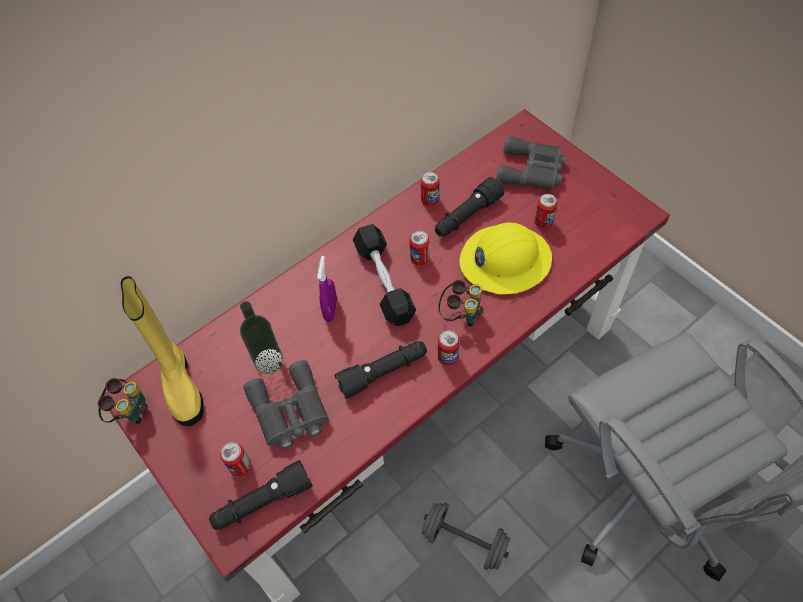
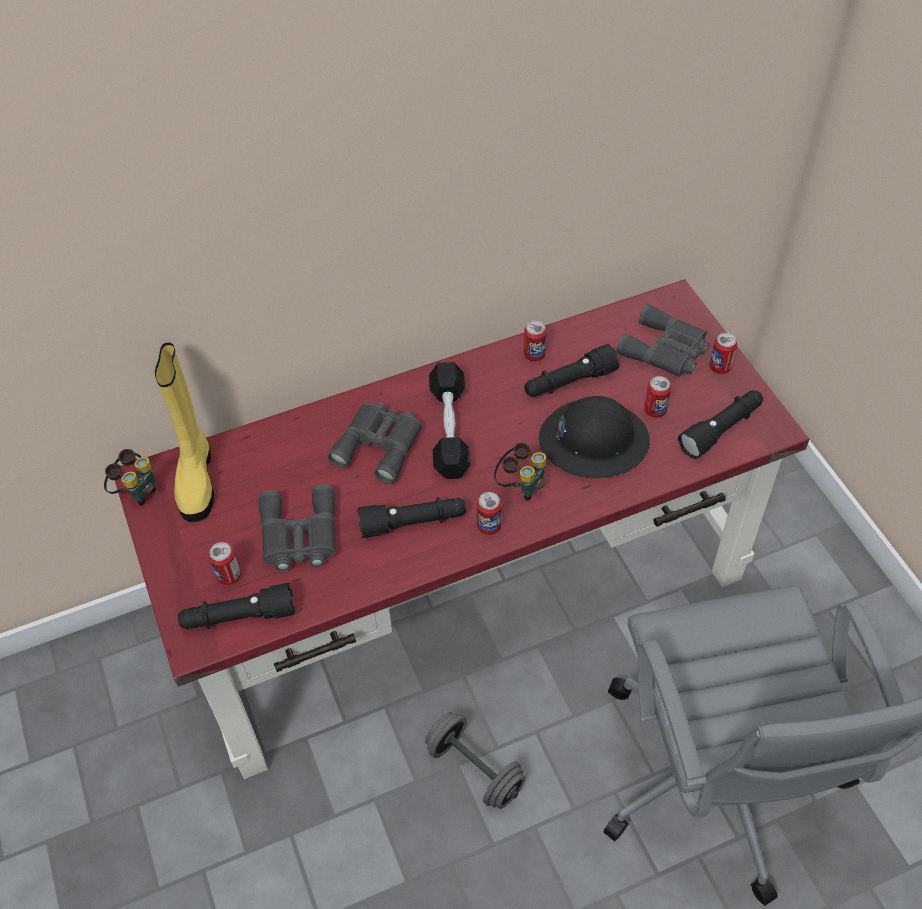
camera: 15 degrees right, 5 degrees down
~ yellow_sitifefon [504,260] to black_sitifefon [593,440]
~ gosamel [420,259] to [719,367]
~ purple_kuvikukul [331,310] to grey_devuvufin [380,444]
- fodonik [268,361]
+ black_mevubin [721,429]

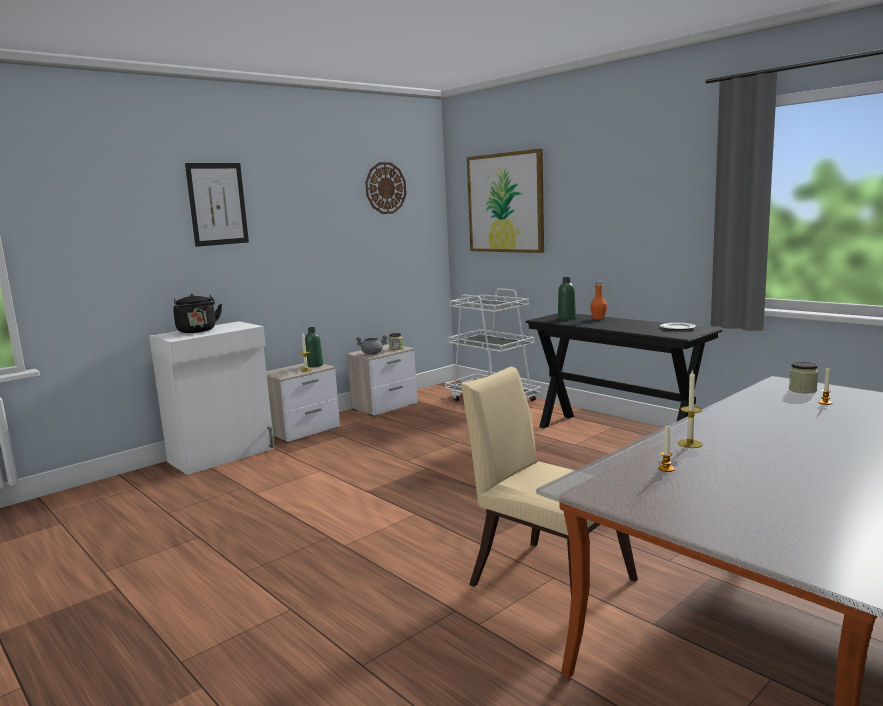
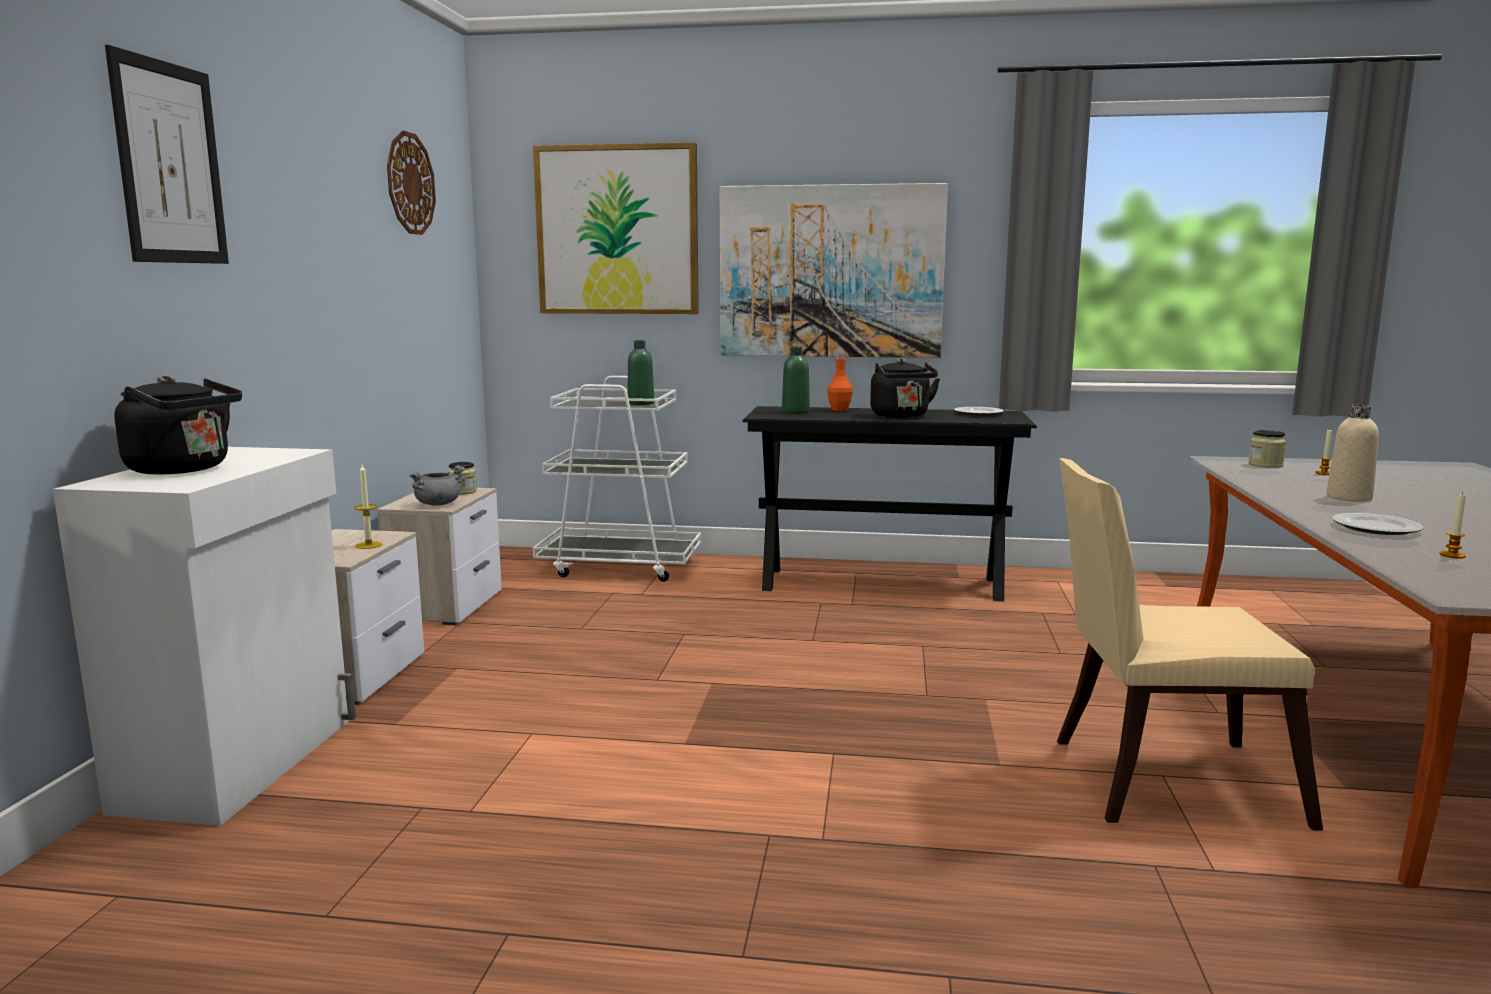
camera: 40 degrees left, 0 degrees up
~ green_fodonik [314,365] to [641,403]
~ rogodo [690,444] to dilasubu [1375,528]
+ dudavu [830,272]
+ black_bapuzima [901,416]
+ beige_fodonik [1349,498]

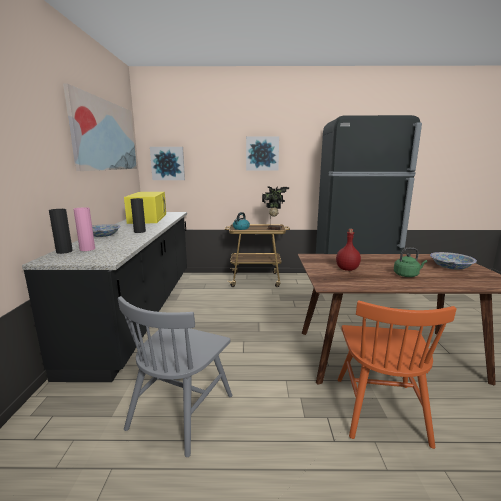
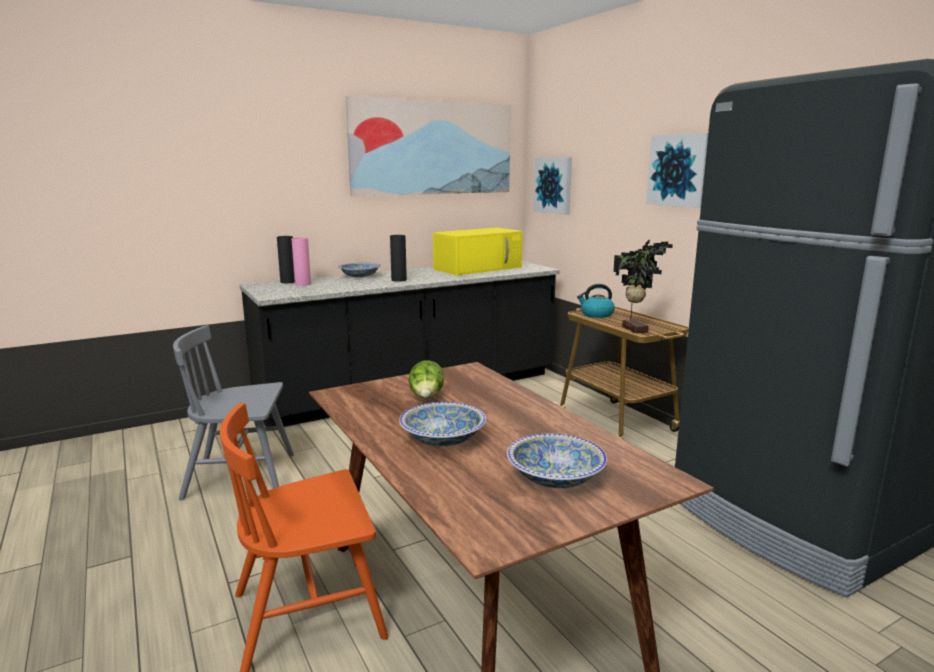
camera: 60 degrees right, 0 degrees up
~ red_fodonik [346,269] to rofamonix [427,397]
~ green_bapuzima [407,275] to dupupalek [443,439]

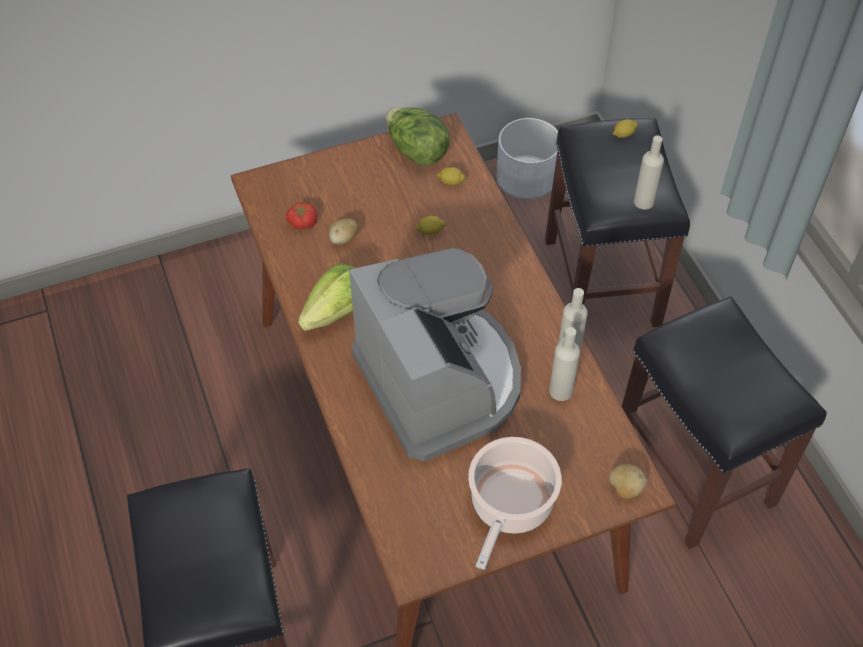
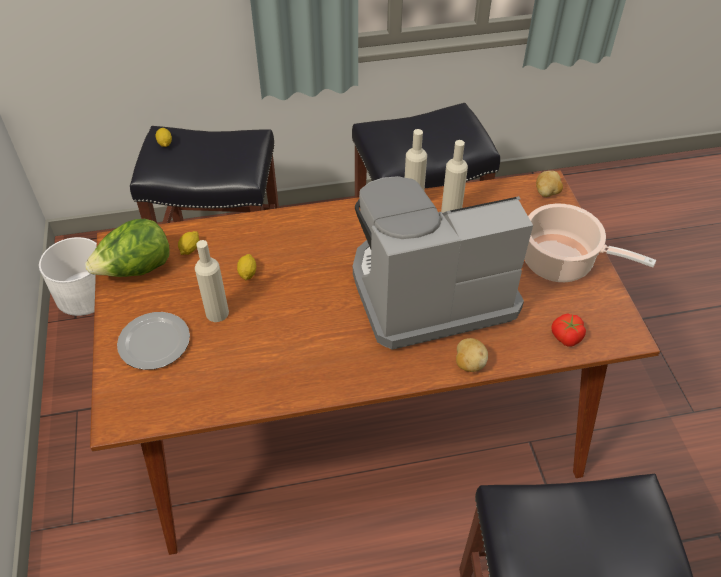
camera: 80 degrees left, 5 degrees down
~ beige_fodonik [643,201] to [217,313]
~ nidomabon [302,222] to [566,336]
~ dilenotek [343,239] to [469,363]
- rofamonix [336,312]
+ dilasubu [155,341]

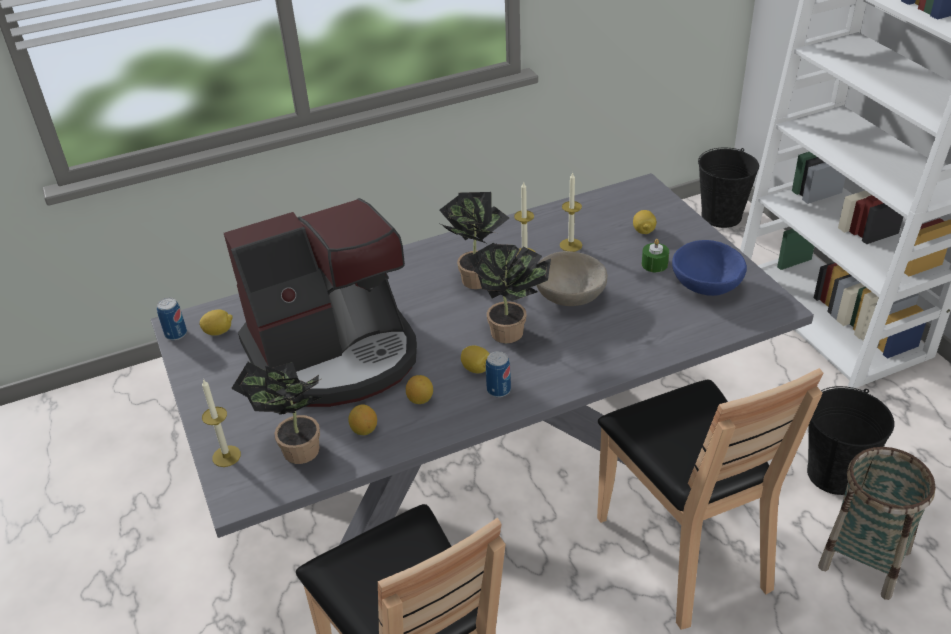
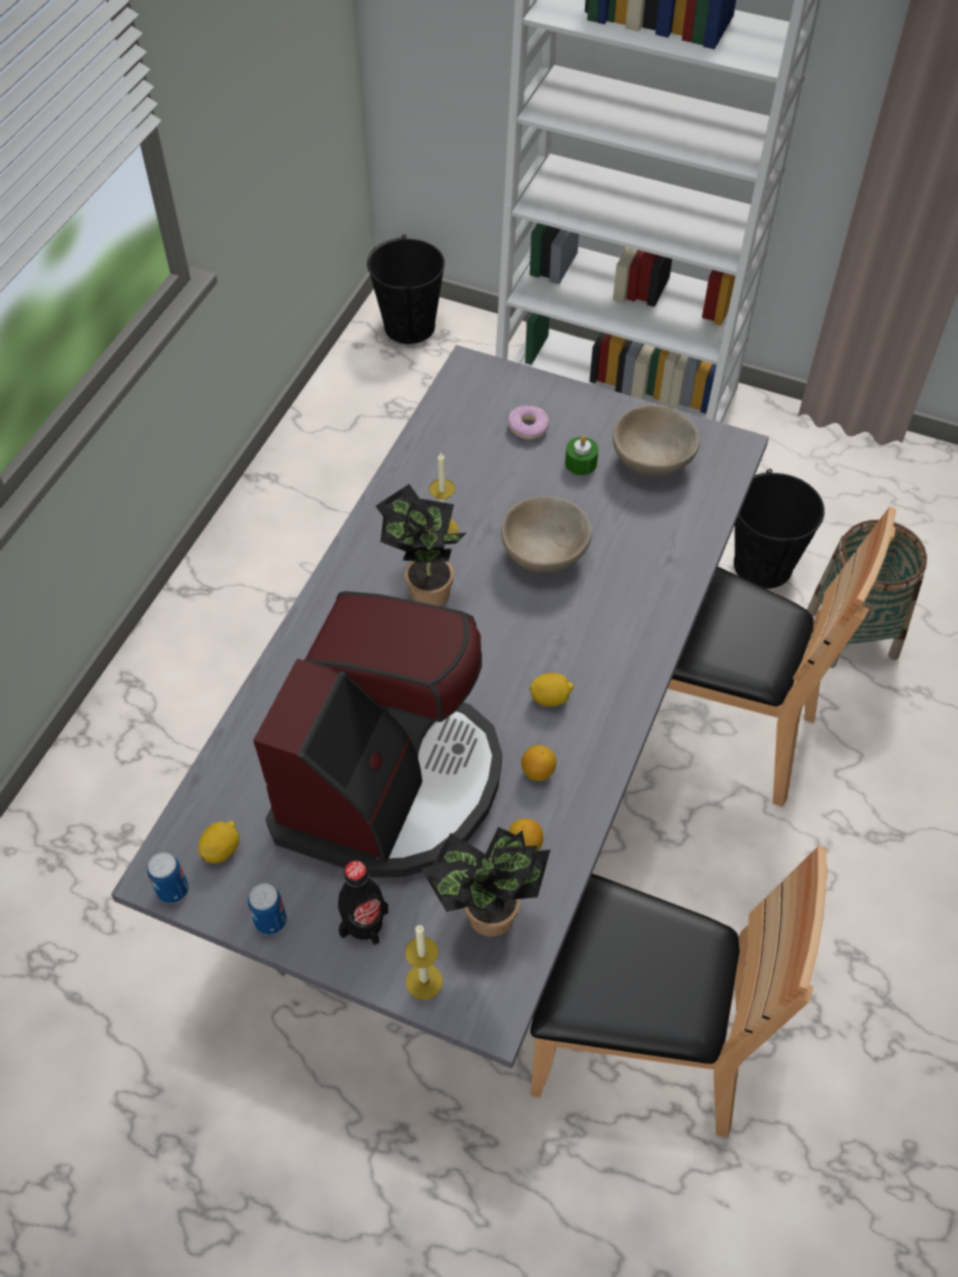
camera: 45 degrees left, 15 degrees up
- rogodo [571,245]
~ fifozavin [643,231] to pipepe [528,427]
~ blue_dupupalek [705,286] to beige_dupupalek [652,461]
- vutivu [512,332]
~ gosamel [498,390] to [270,921]
+ black_fodonik [364,923]

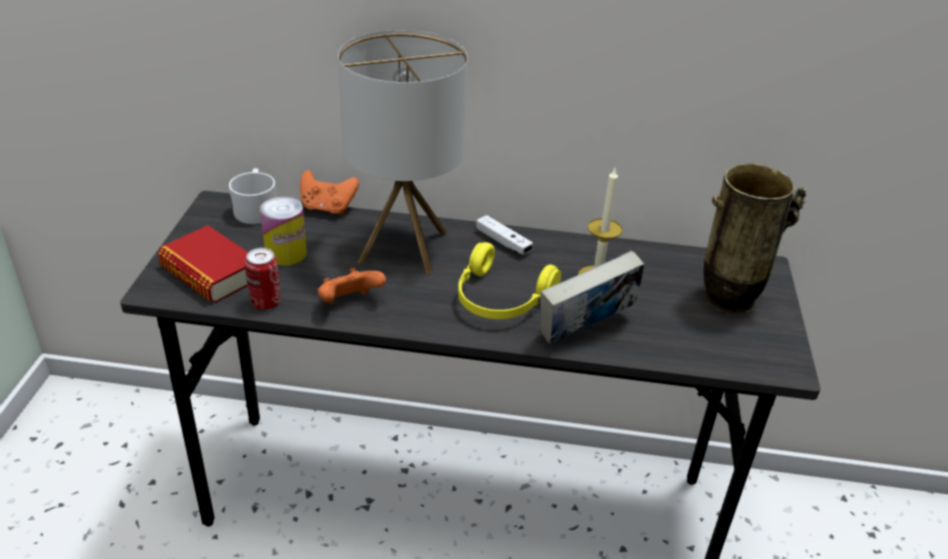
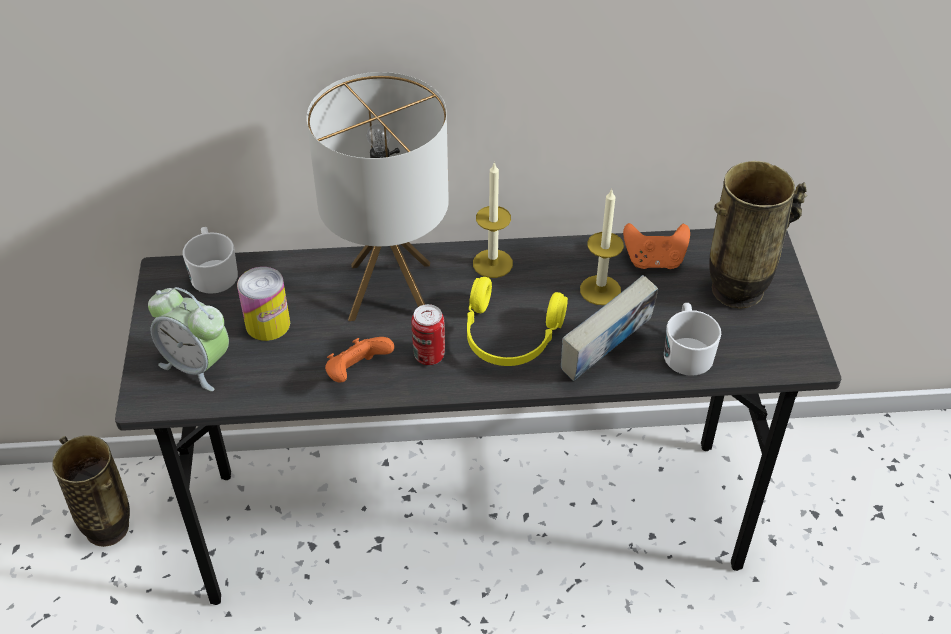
camera: 10 degrees left, 10 degrees up
~ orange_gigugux [328,208] to [654,261]
~ white_gigugux [503,242] to rogodo [492,263]
~ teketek [211,273] to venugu [197,365]
~ gosamel [265,303] to [429,355]
+ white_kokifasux [687,351]
+ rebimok [108,528]

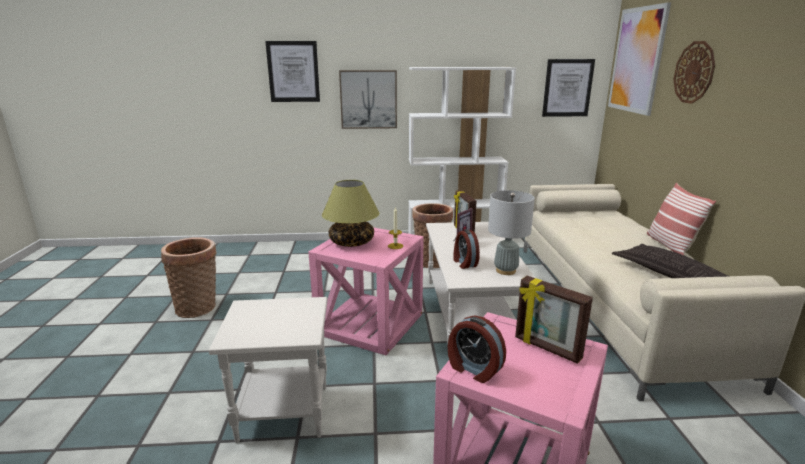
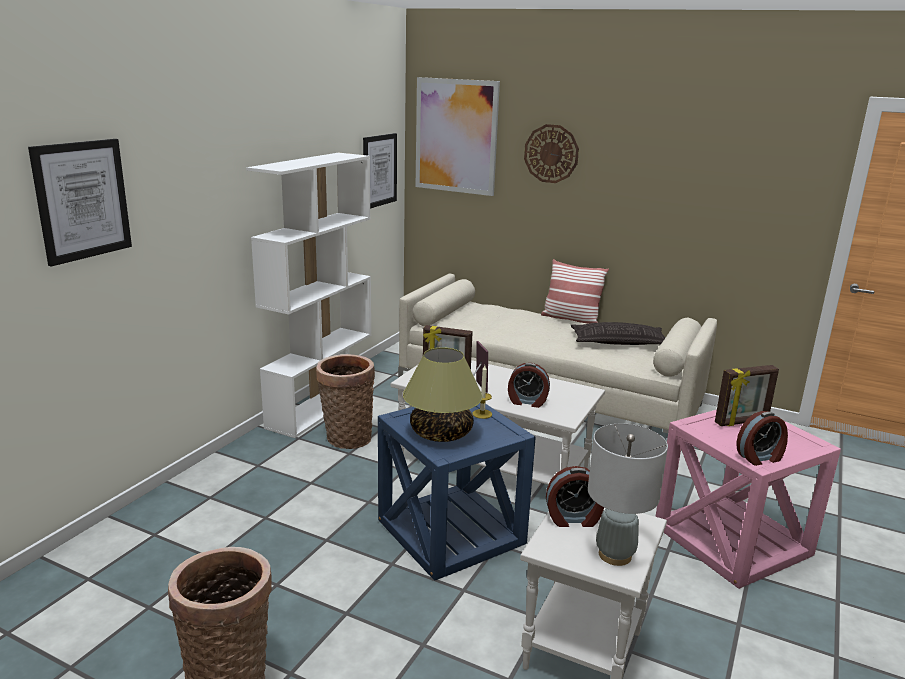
camera: 60 degrees left, 0 degrees up
- dudavu [368,99]
~ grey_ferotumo [506,270] to [615,555]
~ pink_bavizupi [370,324] to blue_bavizupi [451,531]
+ venugu [573,519]

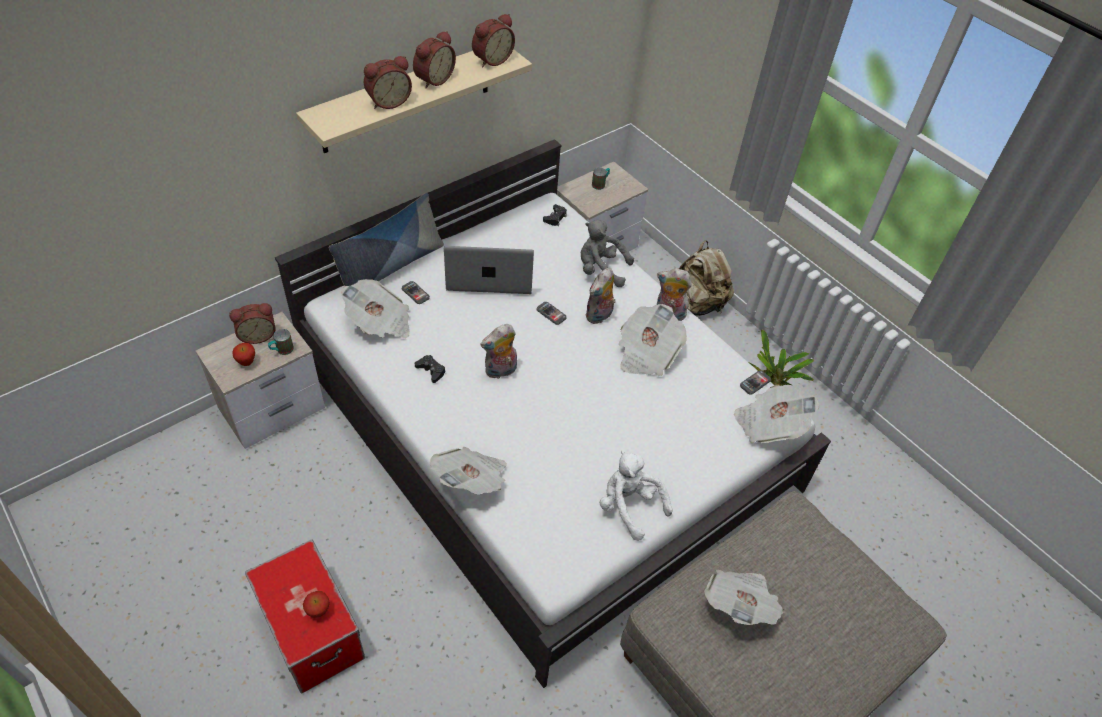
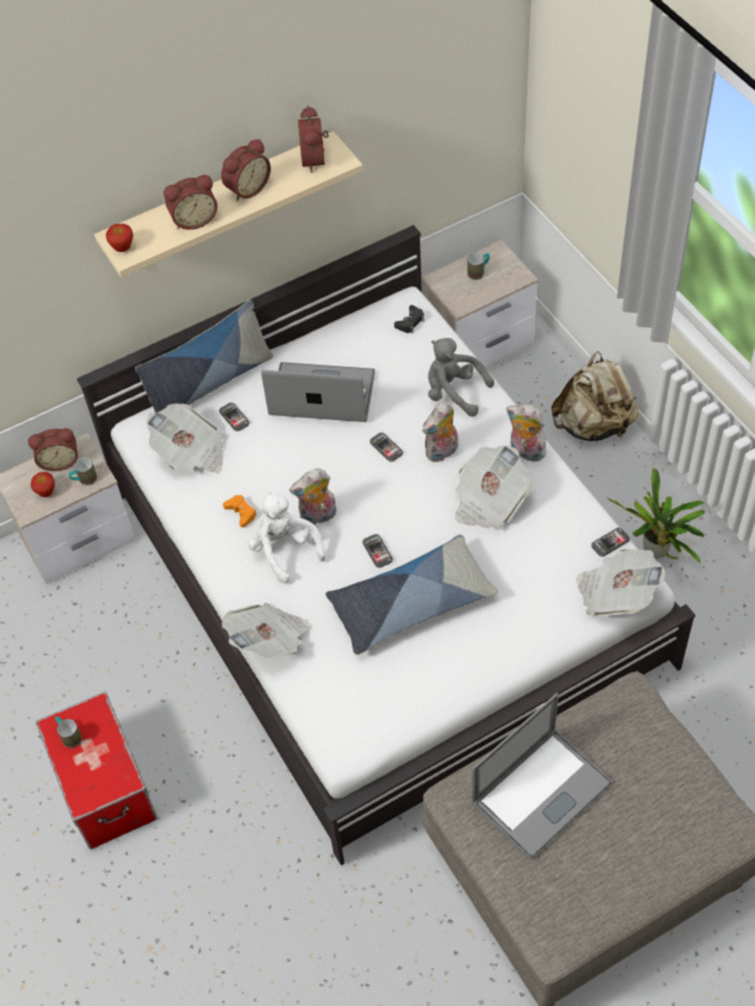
camera: 15 degrees right, 5 degrees up
~ venugu [491,59] = [316,159] 120 degrees clockwise
~ black_gigugux [431,371] to orange_gigugux [241,513]
~ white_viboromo [629,506] to [285,550]
~ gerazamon [740,605] to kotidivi [541,793]
~ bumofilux [319,611] to [123,249]
+ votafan [377,551]
+ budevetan [410,602]
+ kokifasux [69,736]

